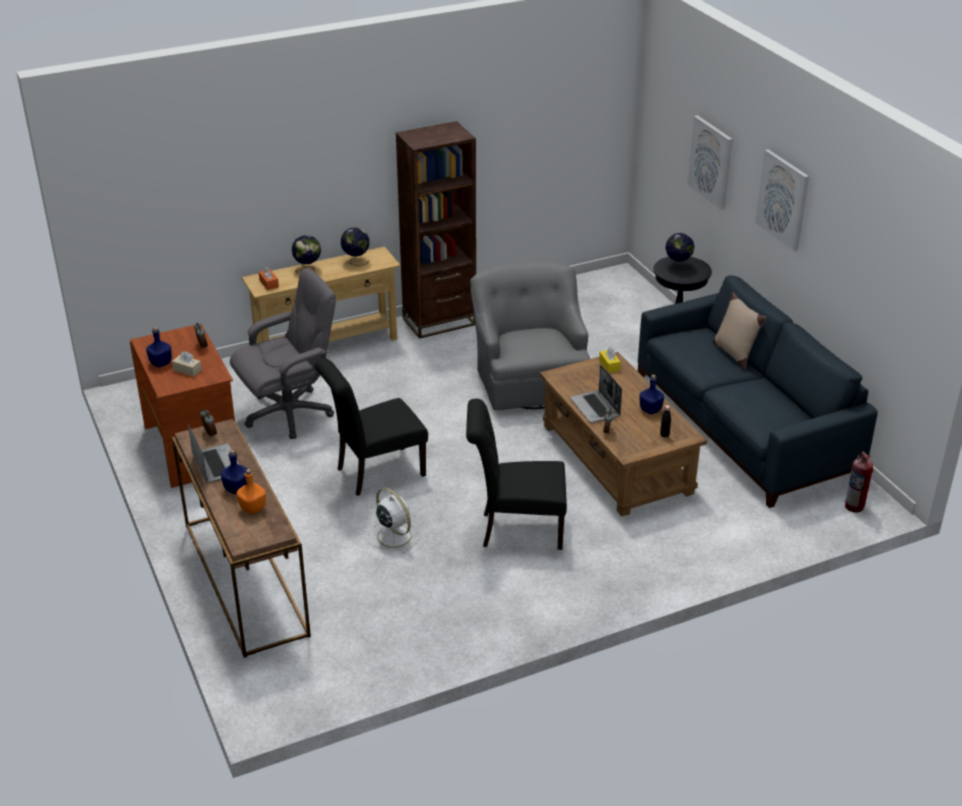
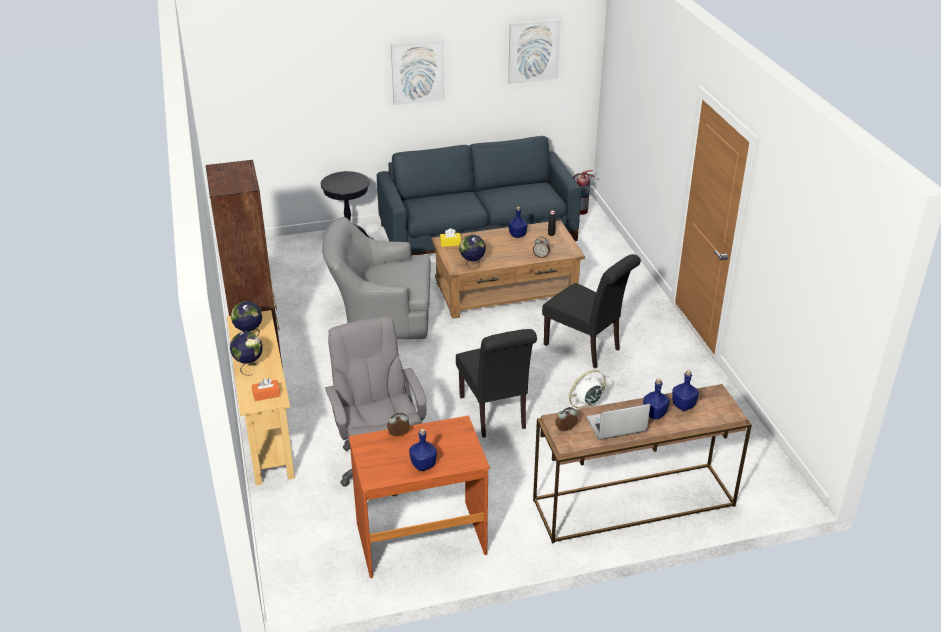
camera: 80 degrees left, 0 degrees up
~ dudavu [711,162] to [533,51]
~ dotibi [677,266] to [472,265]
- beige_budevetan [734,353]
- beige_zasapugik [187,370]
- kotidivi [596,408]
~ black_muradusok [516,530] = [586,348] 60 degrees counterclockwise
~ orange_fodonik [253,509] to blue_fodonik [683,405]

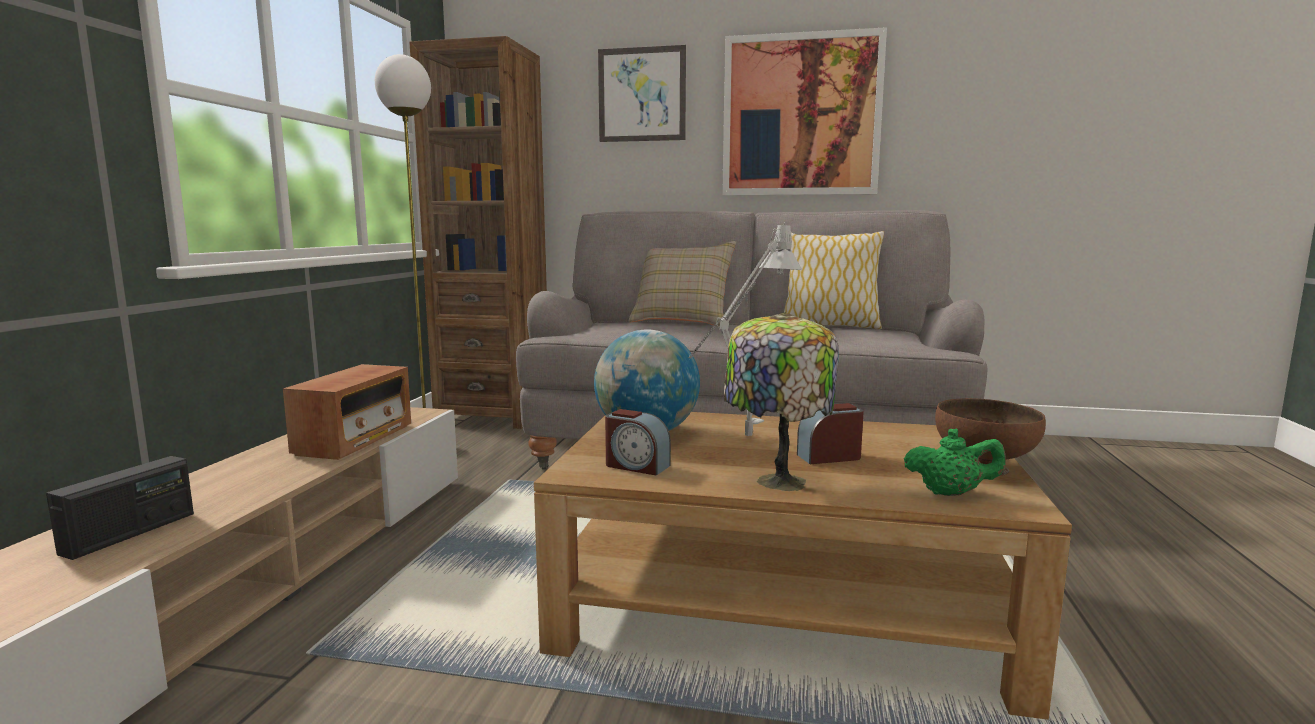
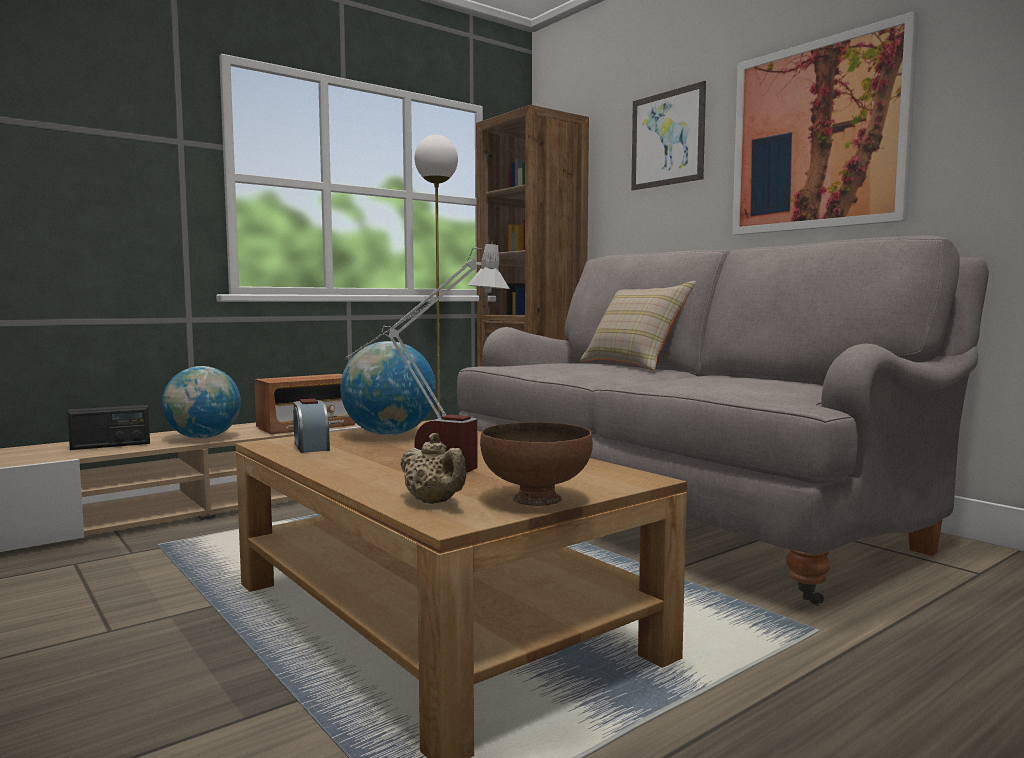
camera: 40 degrees right, 5 degrees down
- budevetan [829,327]
- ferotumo [777,482]
~ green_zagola [951,493] to beige_zagola [434,502]
+ dotibi [203,438]

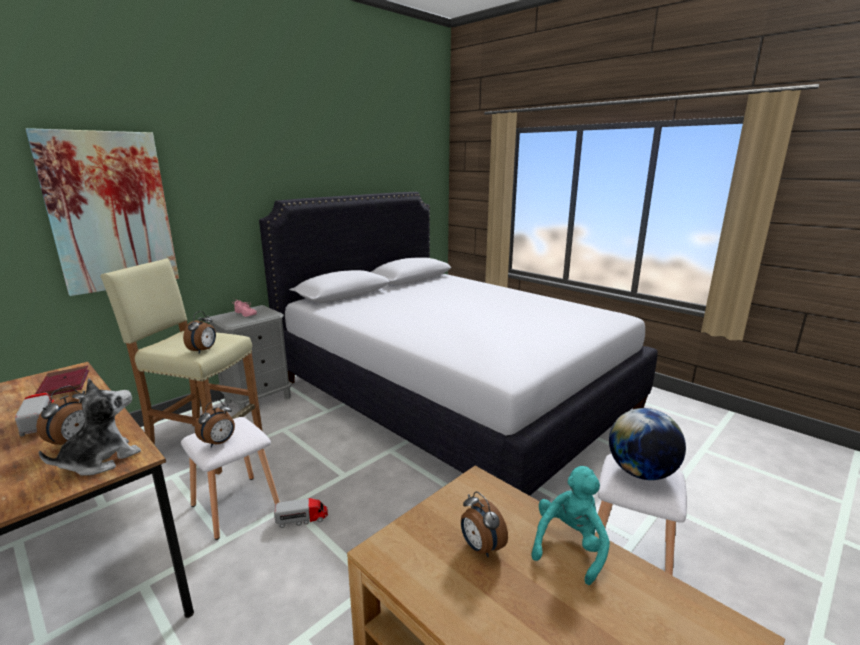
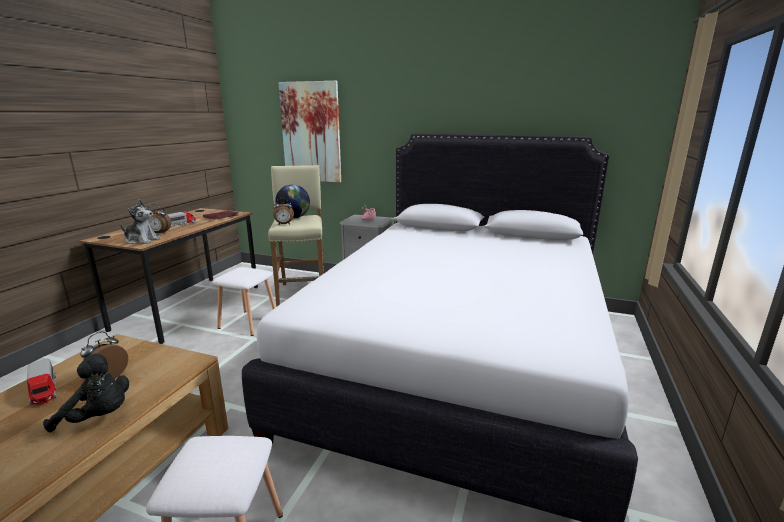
camera: 65 degrees right, 0 degrees up
- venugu [219,442]
~ dotibi [641,472] to [294,218]
~ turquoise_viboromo [569,546] to black_viboromo [98,417]
~ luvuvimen [302,519] to [44,391]

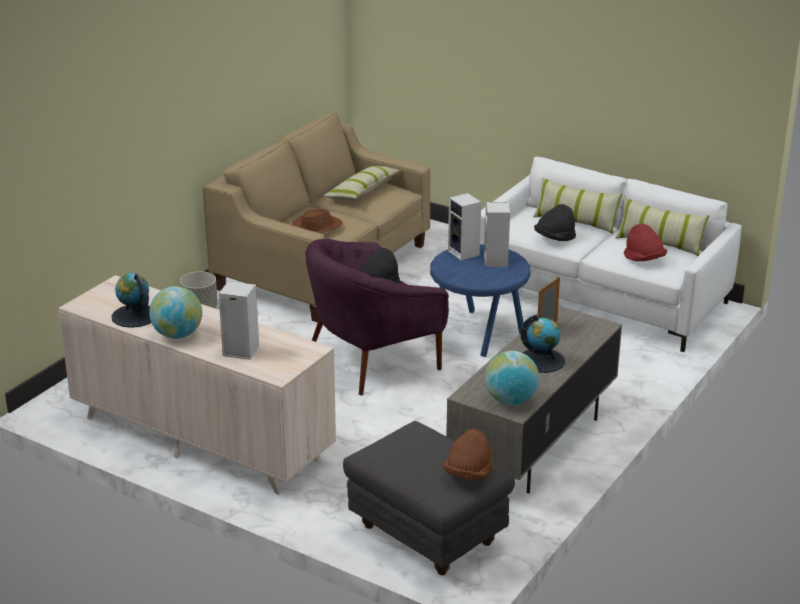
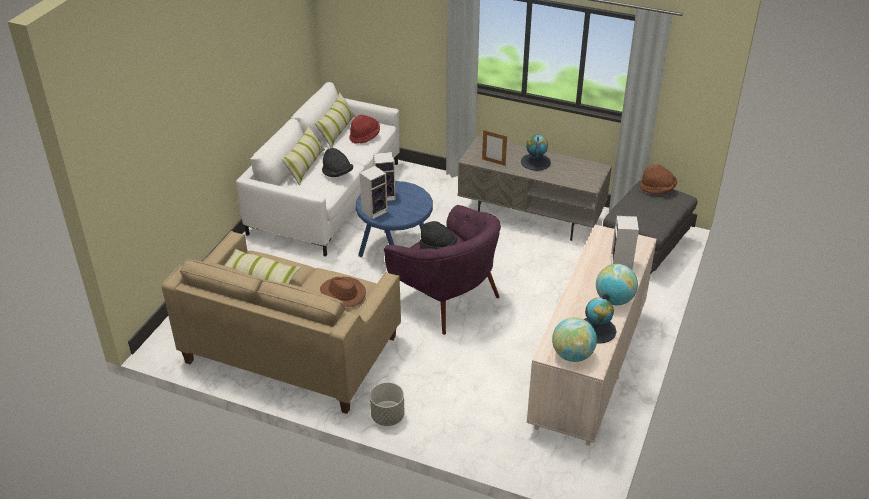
camera: 100 degrees left, 10 degrees up
~ dotibi [510,400] to [572,355]

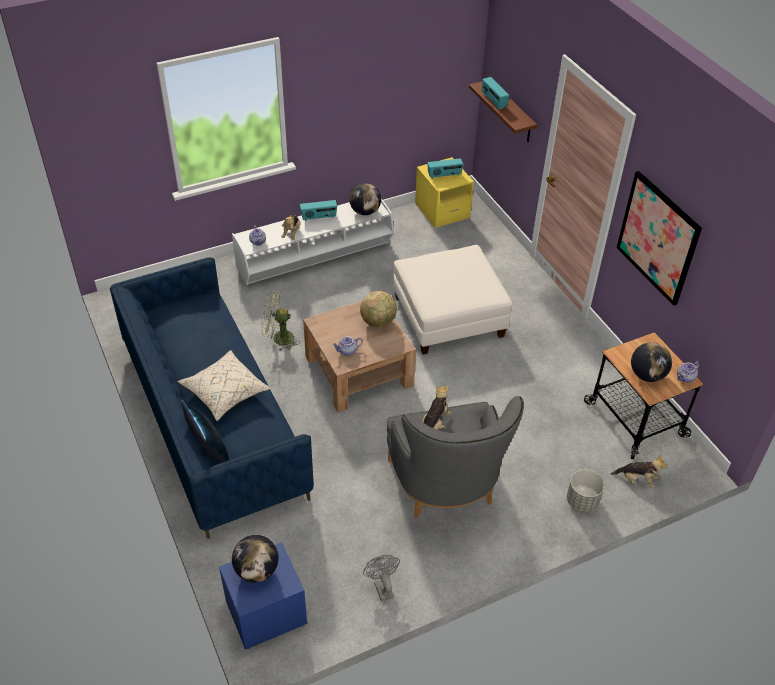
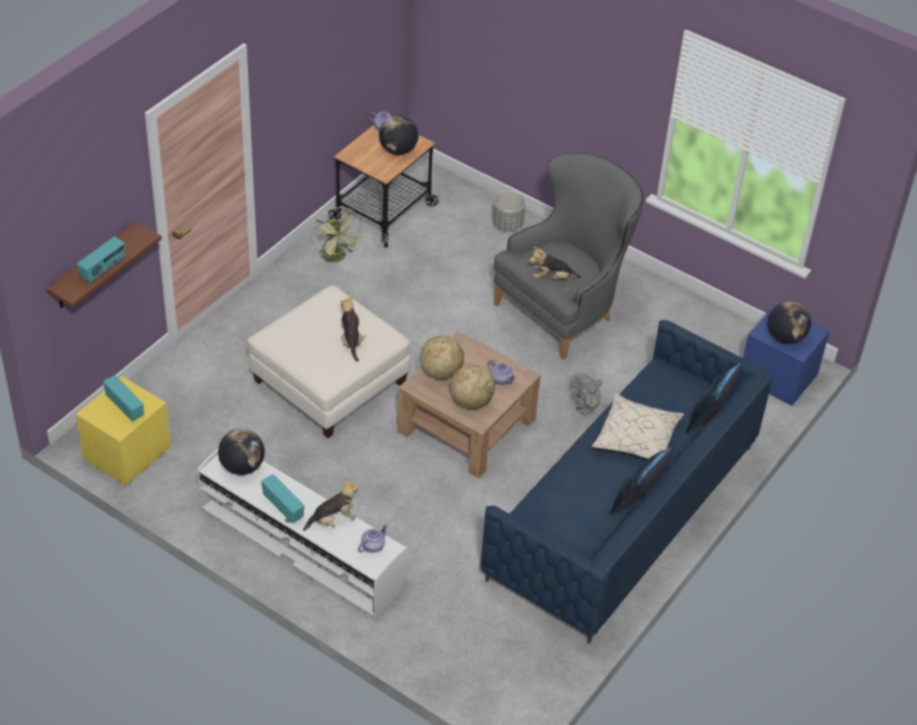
camera: 120 degrees left, 0 degrees up
- dudavu [658,238]
~ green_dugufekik [278,338] to [337,258]
~ viboromo [637,480] to [351,341]
~ grey_dugufekik [382,587] to [585,409]
+ dotibi [471,401]
+ blue_budevetan [637,501]

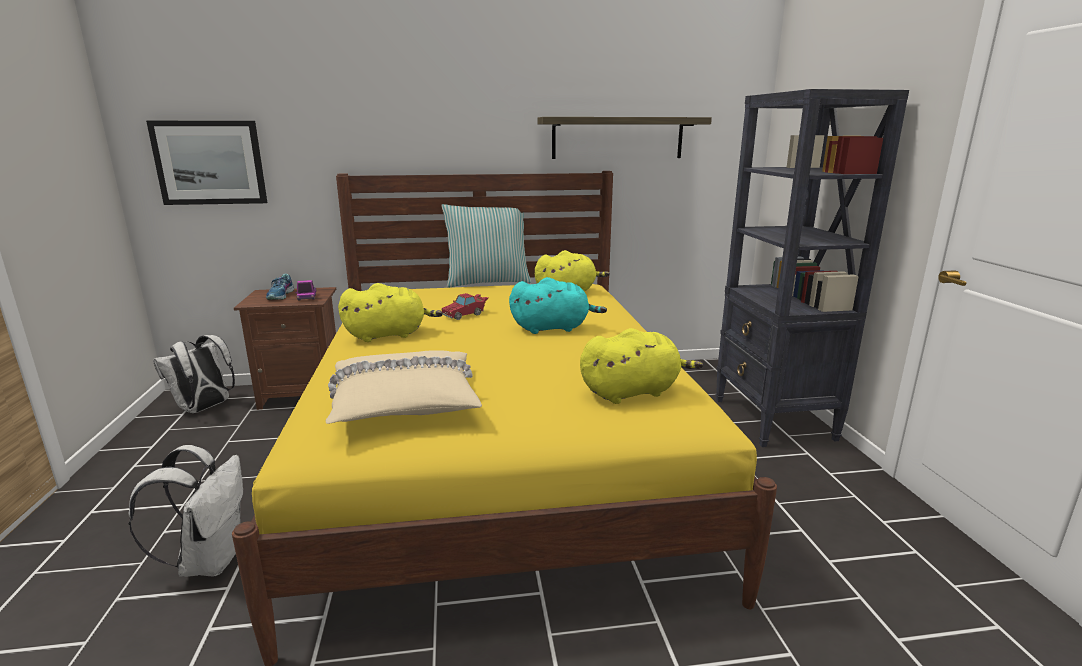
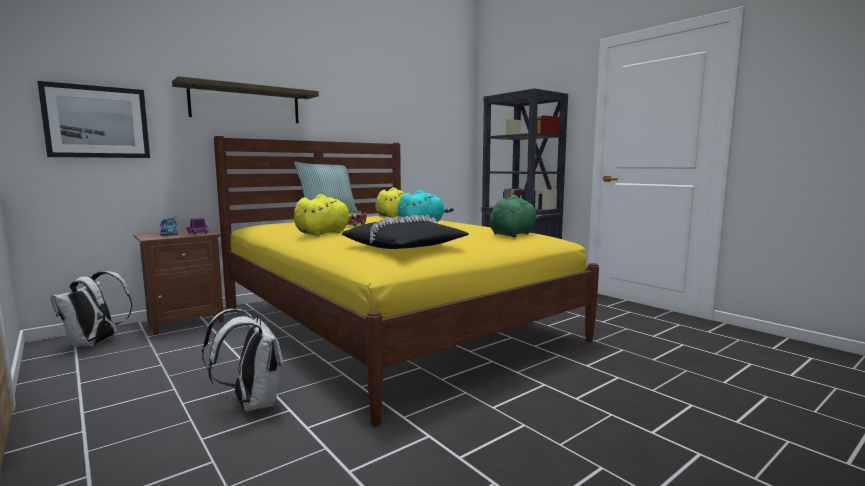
camera: 30 degrees left, 10 degrees down
~ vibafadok [617,138] to [246,104]
~ yellow_viboromo [633,392] to green_viboromo [513,234]
~ beige_budevetan [405,401] to black_budevetan [405,246]

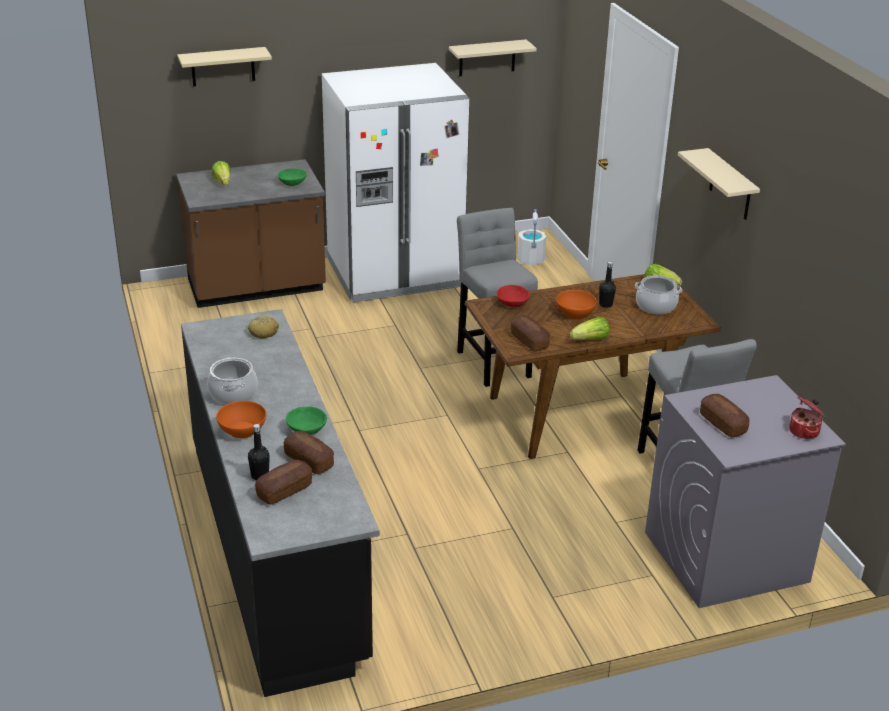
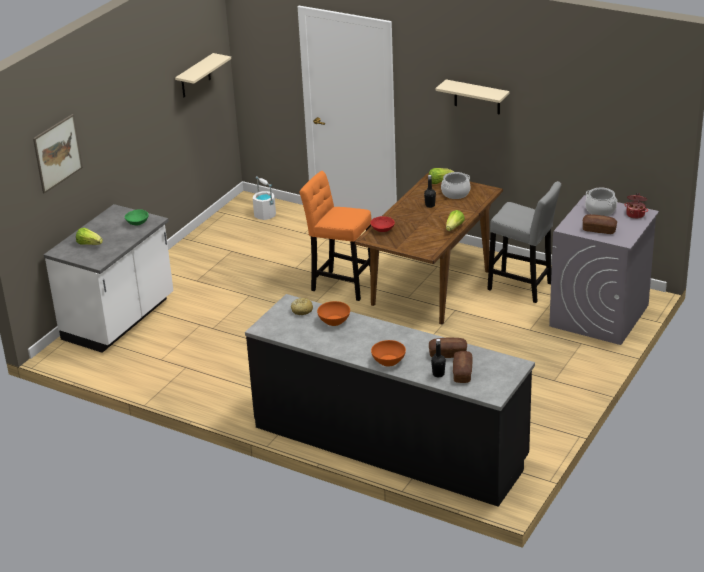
camera: 40 degrees left, 0 degrees up
~ beige_vibafadok [223,66] to dudavu [57,153]
- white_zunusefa [394,274]
~ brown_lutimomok [256,288] to white_lutimomok [120,320]
~ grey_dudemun [493,361] to orange_dudemun [340,285]
~ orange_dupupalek [575,313] to [334,320]
- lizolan [529,341]
~ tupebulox [233,394] to [600,210]
- green_dupupalek [306,429]

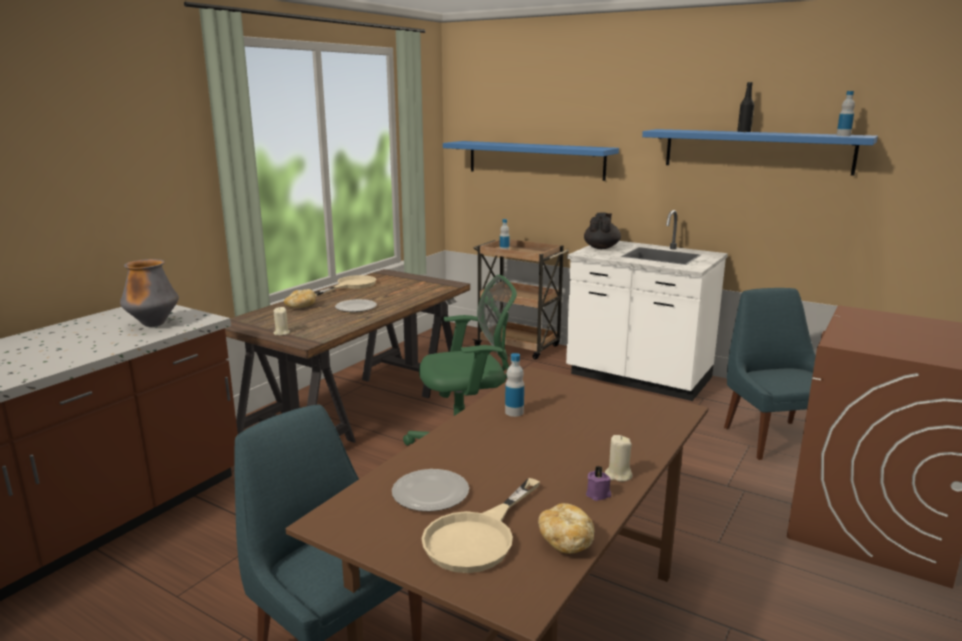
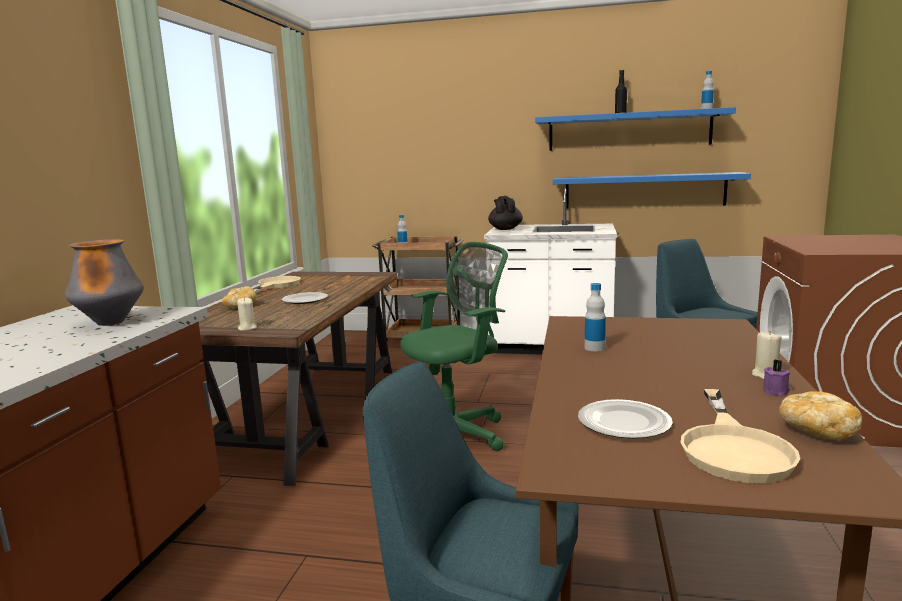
camera: 20 degrees left, 5 degrees down
~ blue_vibafadok [535,160] to [644,190]

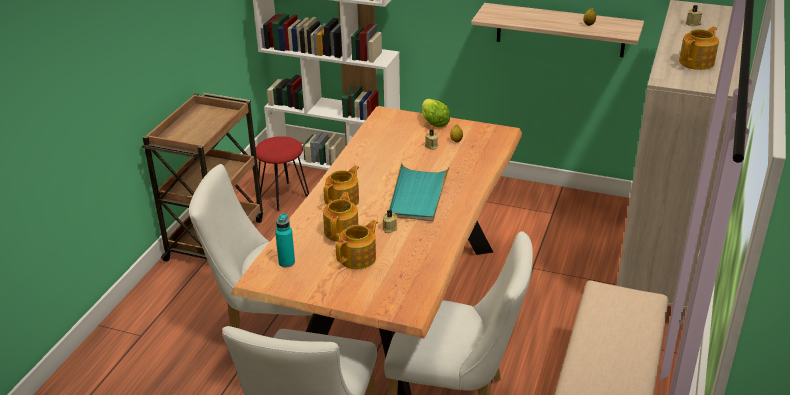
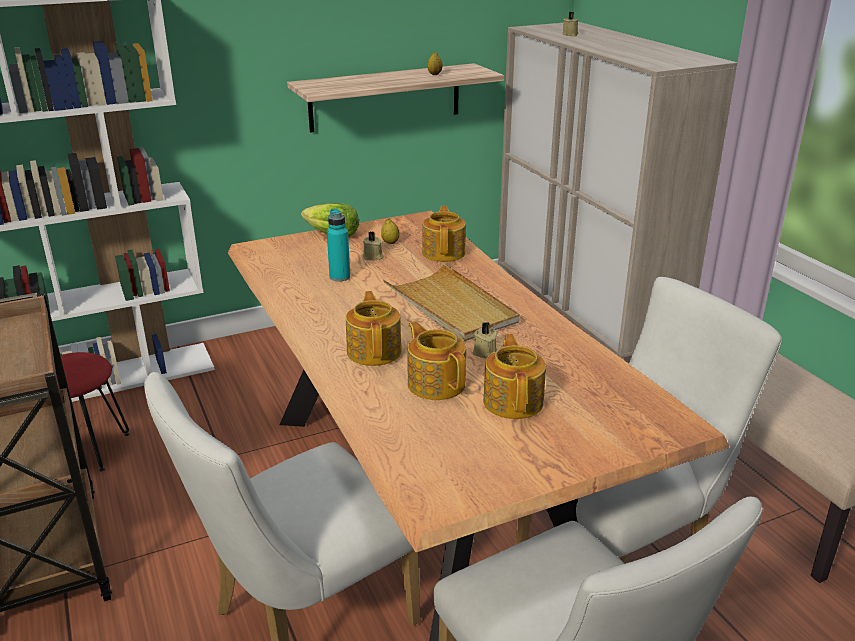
camera: 45 degrees left, 5 degrees down
~ zagola [697,62] to [444,252]
~ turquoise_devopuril [418,195] to beige_devopuril [451,307]
~ turquoise_fodonik [286,262] to [339,277]

